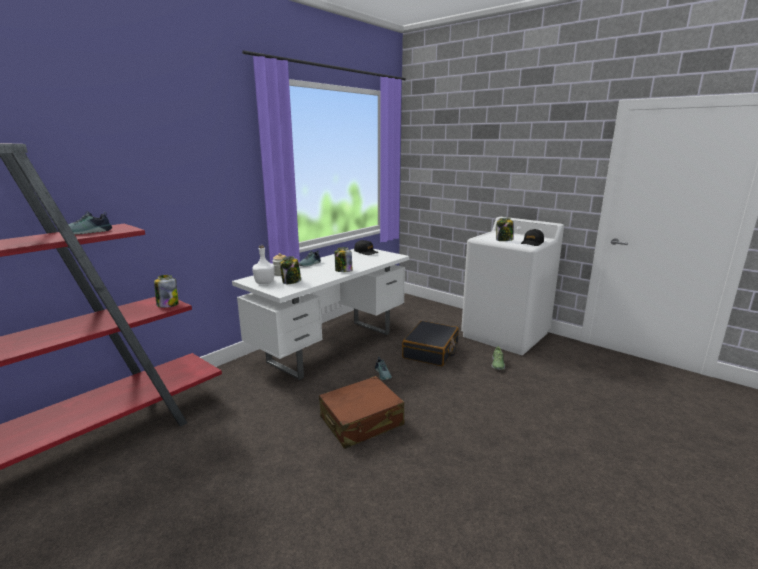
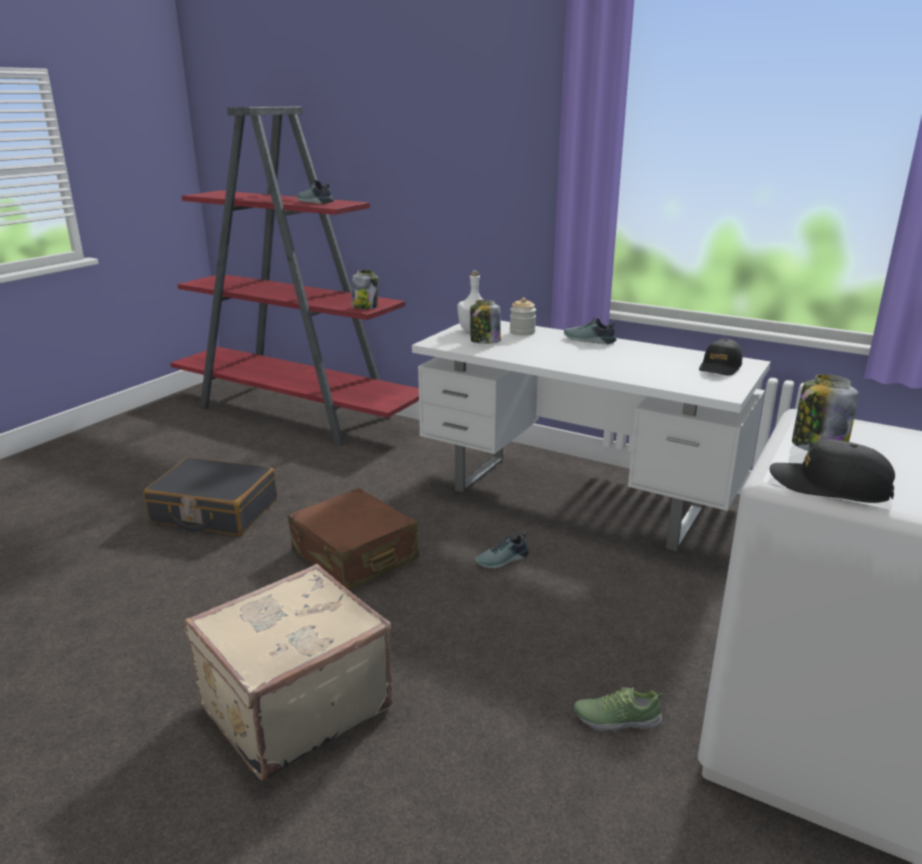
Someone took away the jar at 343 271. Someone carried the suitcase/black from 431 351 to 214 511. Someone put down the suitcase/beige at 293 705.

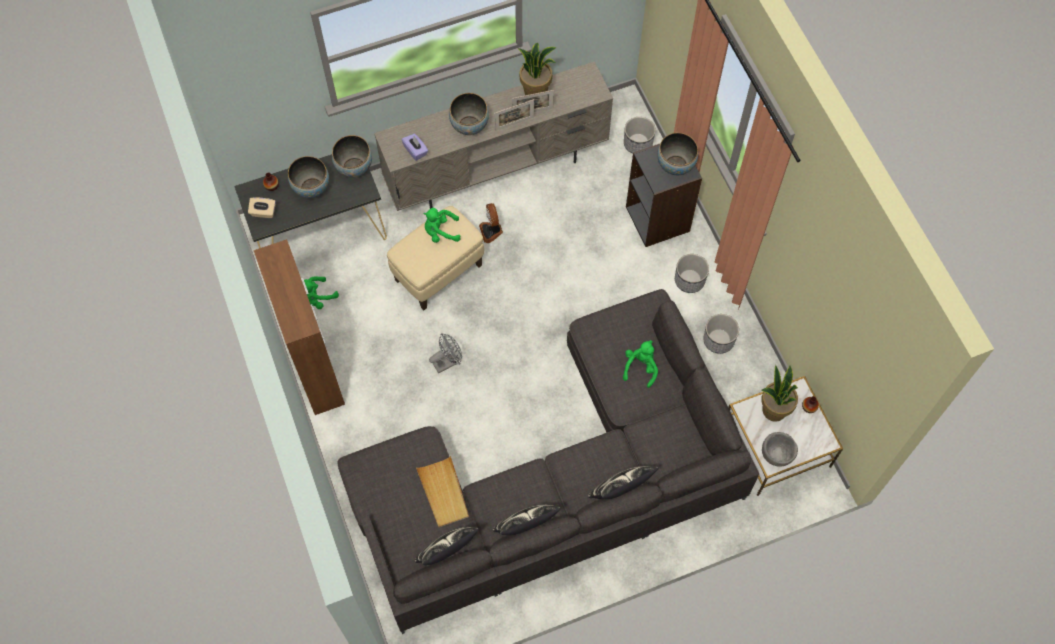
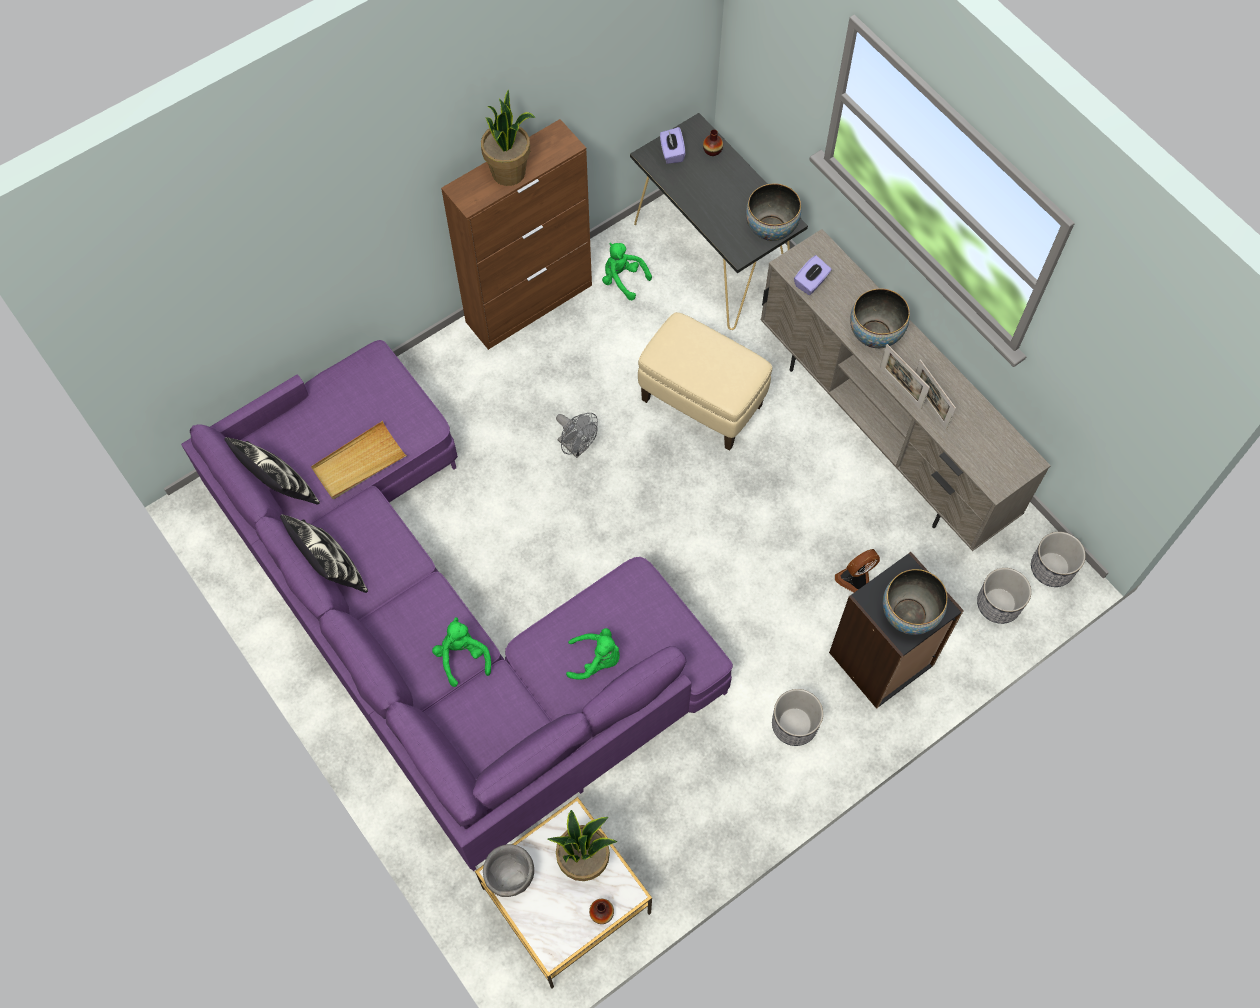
Someone repainted the tissue box/beige at 263 212, which became the tissue box/purple at 672 152. Someone took away the bowl at 312 188. Someone repainted the sofa/grey at 557 482, which became the sofa/purple at 442 619. Someone carried the plush toy/green from 440 232 to 462 657. Someone carried the fan from 491 231 to 855 580. Someone carried the potted plant from 536 91 to 509 172. Someone took away the pillow at 620 491. Someone carried the planter from 718 340 to 1051 568.

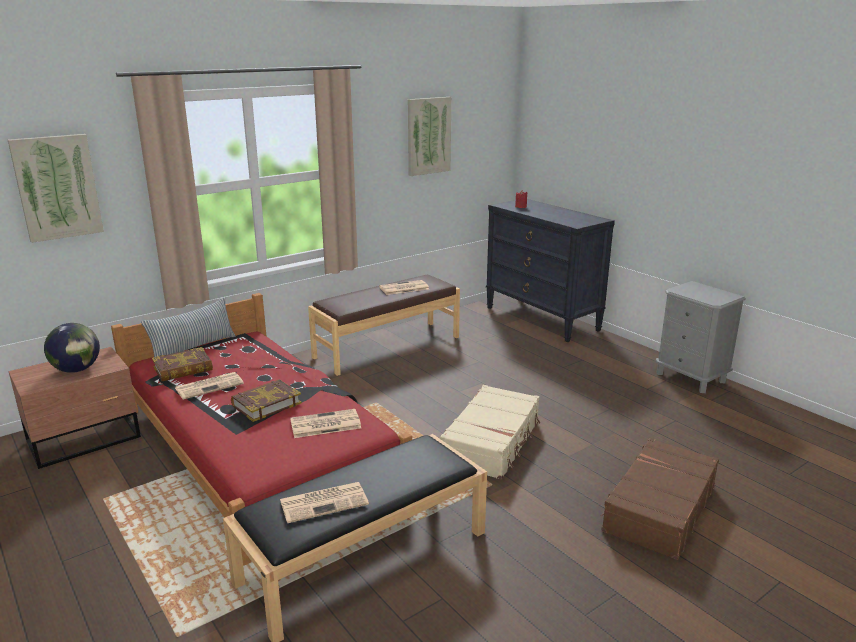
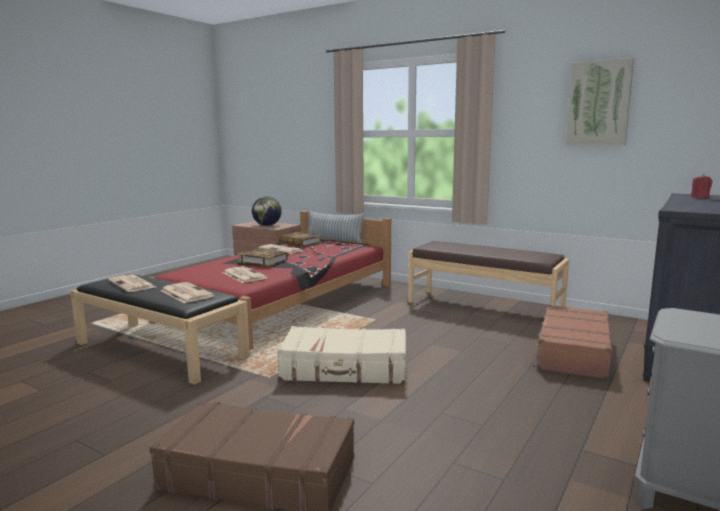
Someone took away the picture at 57 187. Someone carried the newspaper from 403 288 to 185 293. Someone put down the suitcase/brown at 572 352.

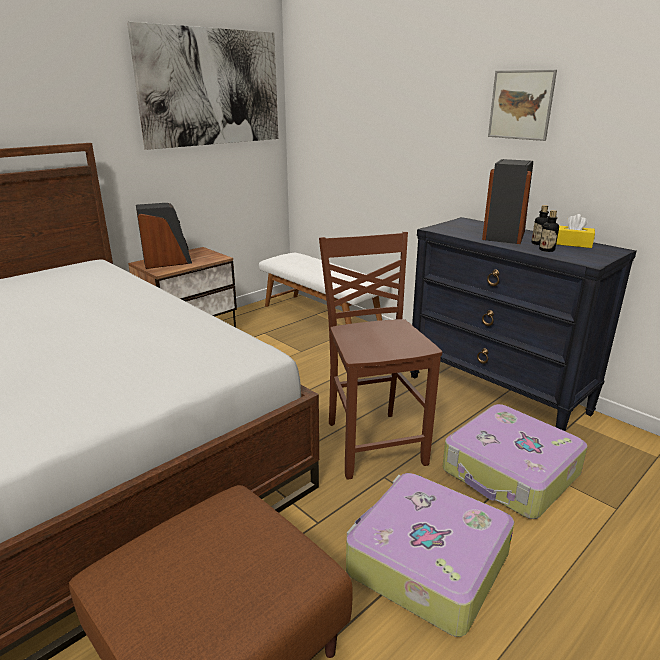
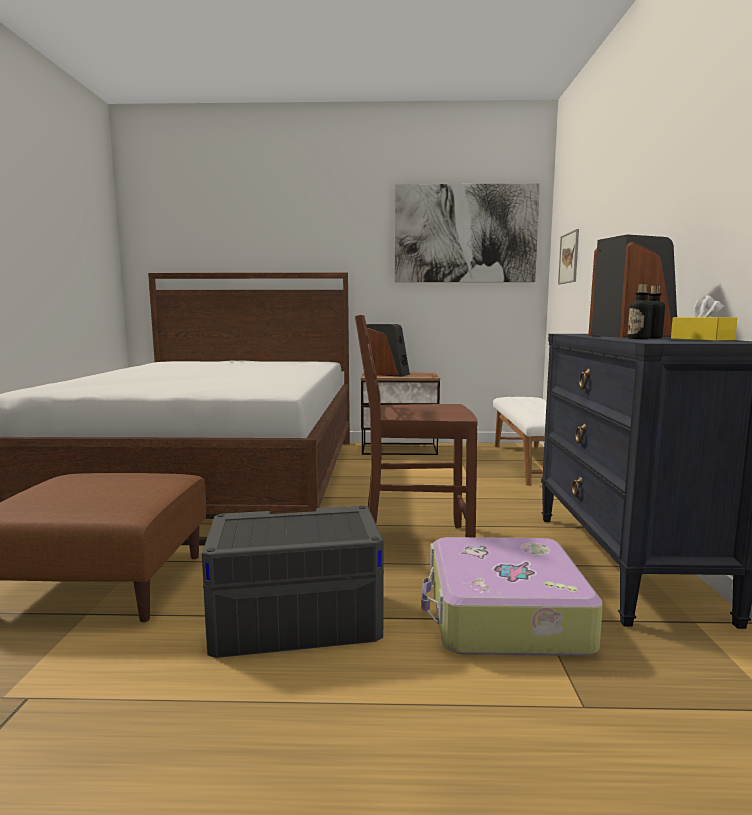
Someone rotated the chair/brown at 373 442 by 120 degrees counterclockwise. Someone swapped the suitcase at 425 562 for the storage box/grey at 296 620. Someone carried the picture from 521 105 to 569 258.

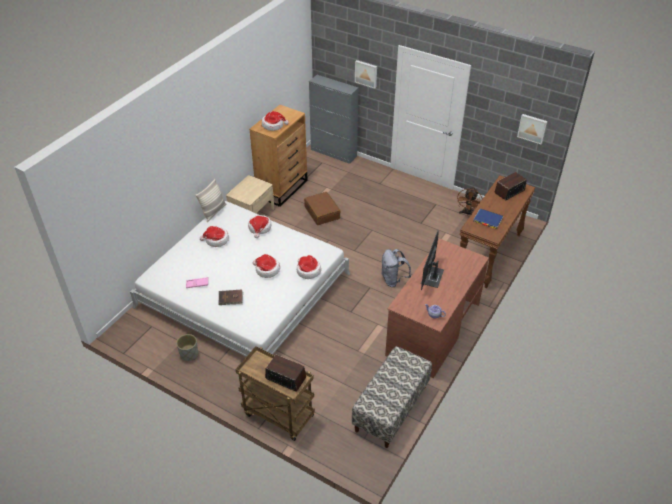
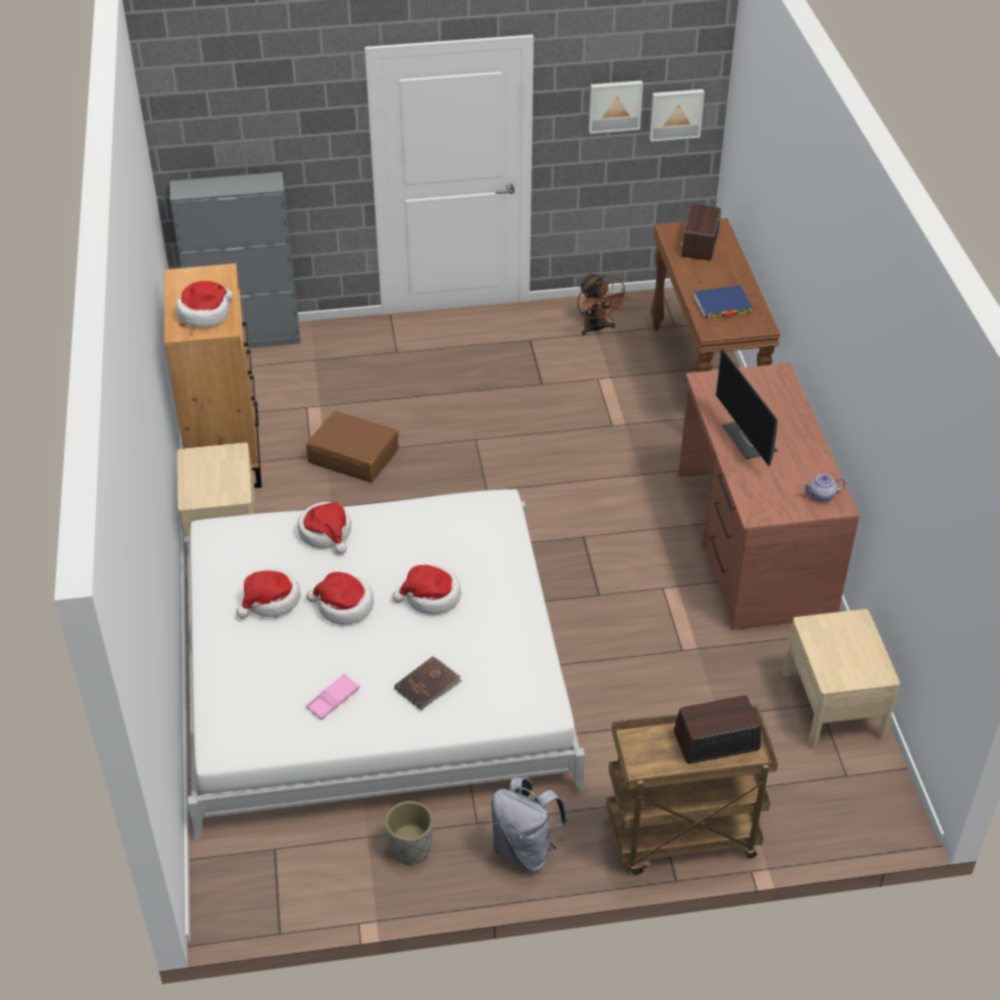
Someone took away the pillow at 213 212. Someone carried the hat from 308 271 to 344 606. Someone swapped the bench at 391 409 for the nightstand/beige at 833 704. Someone carried the picture from 366 73 to 614 105. Someone carried the backpack/grey from 393 280 to 525 849.

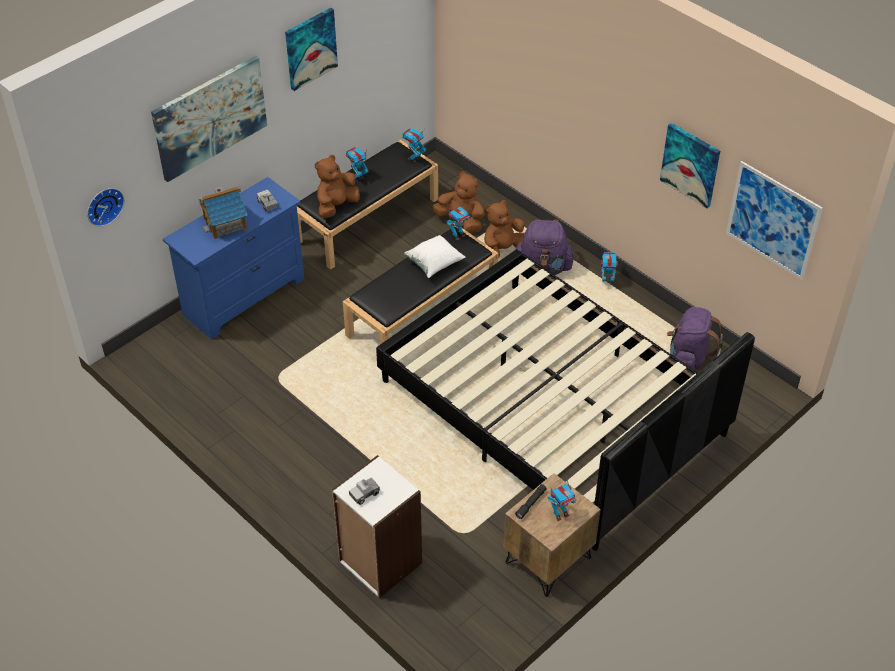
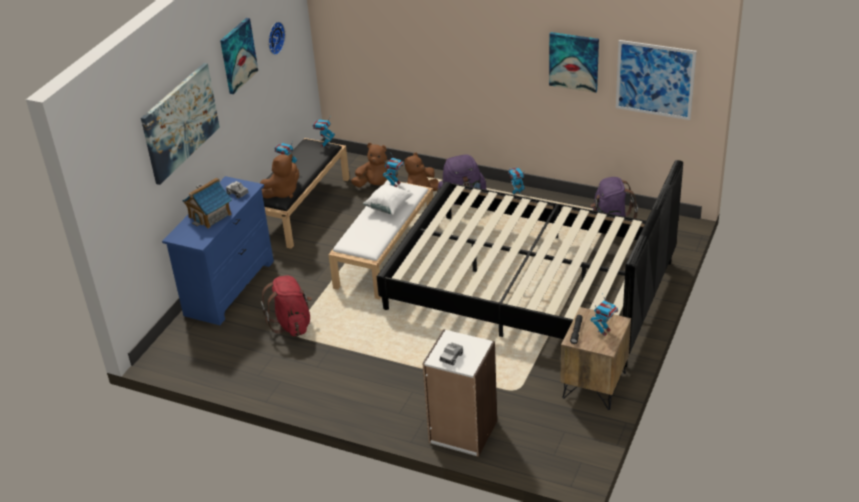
Someone carried the wall clock from 103 205 to 274 38. Someone rotated the plush toy/brown at 336 206 by 150 degrees counterclockwise. Someone repainted the bench/black at 422 312, which became the bench/white at 385 255. Someone put down the backpack/red at 292 324.

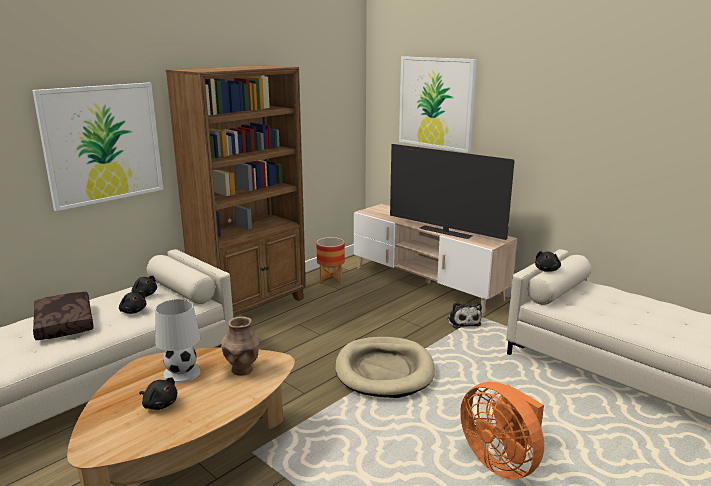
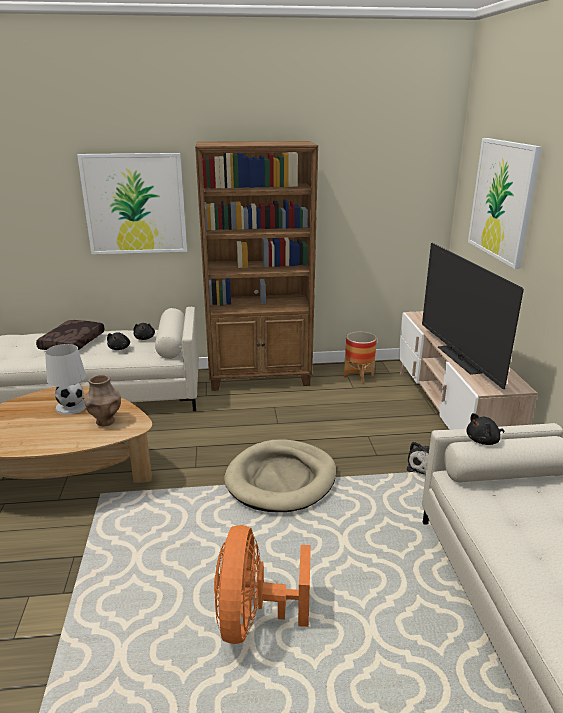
Someone took away the plush toy/black at 159 404.

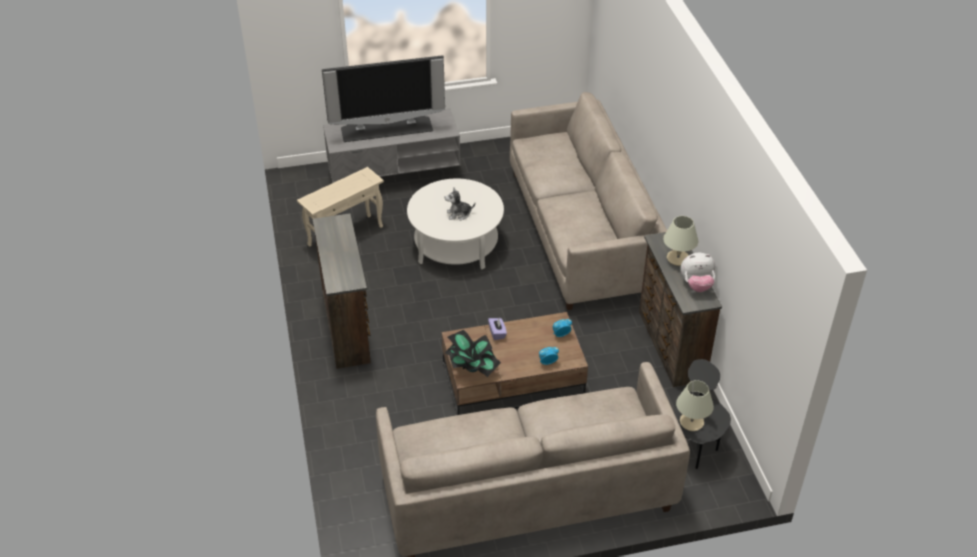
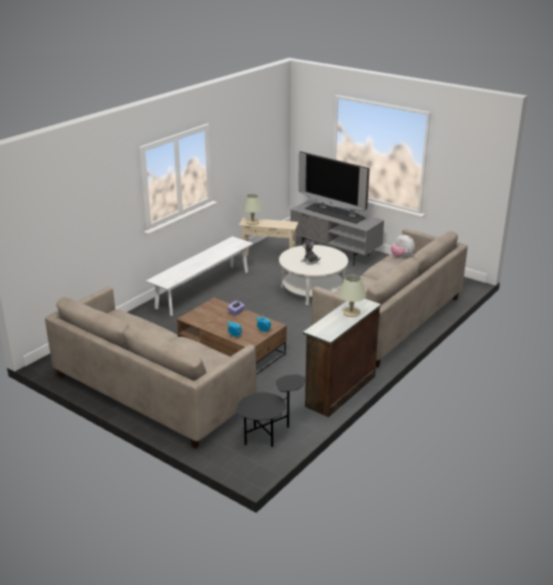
Someone swapped the dresser/brown at 347 327 for the bench/white at 203 289. Someone took away the potted plant at 472 368. Someone carried the table lamp/beige from 691 422 to 252 222. Someone carried the plush toy from 696 285 to 401 256.

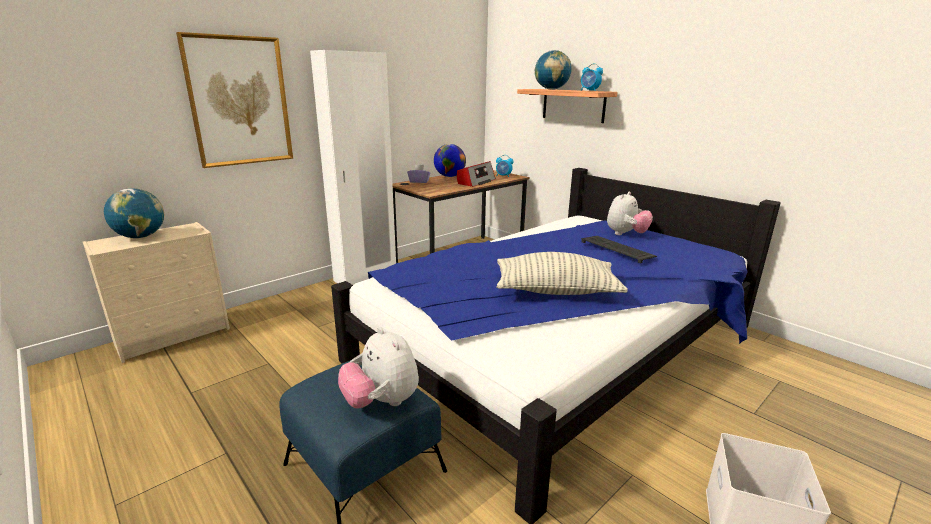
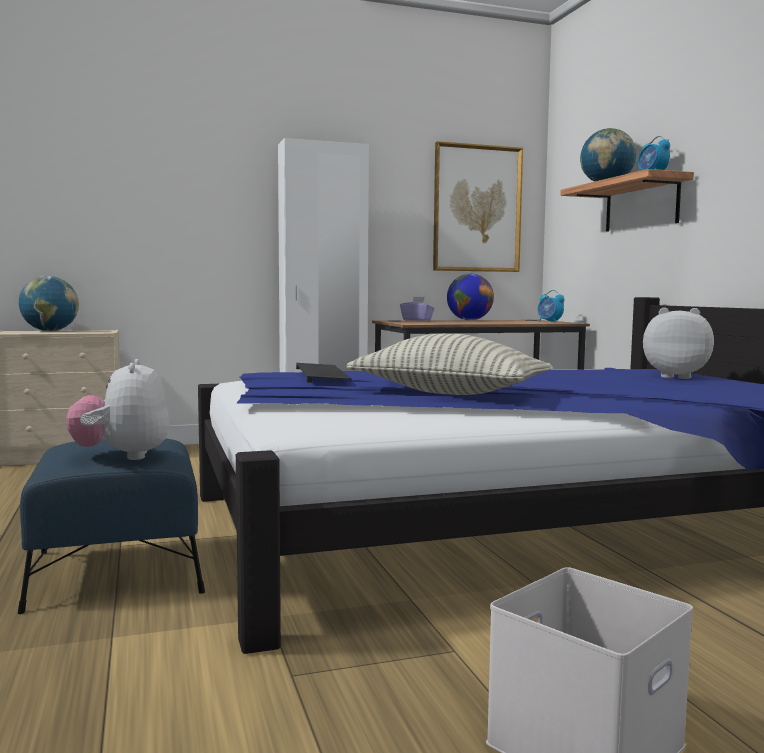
Someone carried the picture from 239 101 to 477 209. Someone took away the radio at 476 182. Someone carried the keyboard from 618 250 to 323 375. Someone rotated the plush toy at 626 234 by 135 degrees counterclockwise.

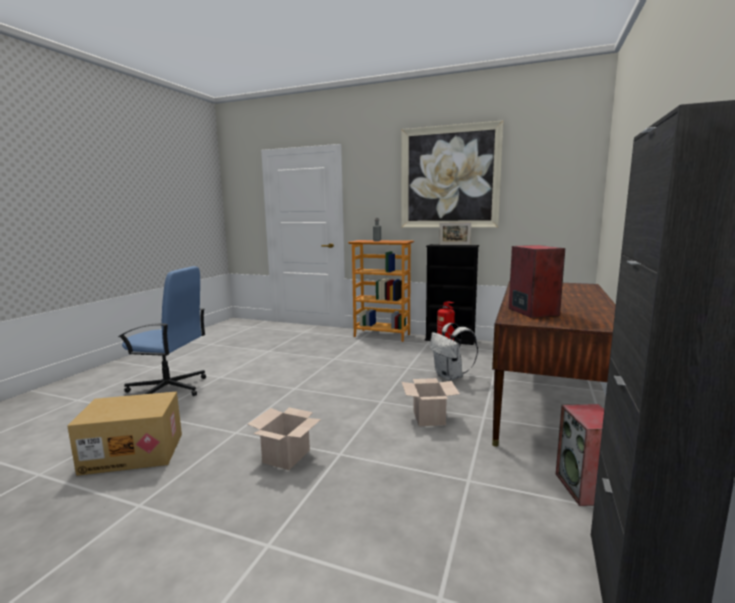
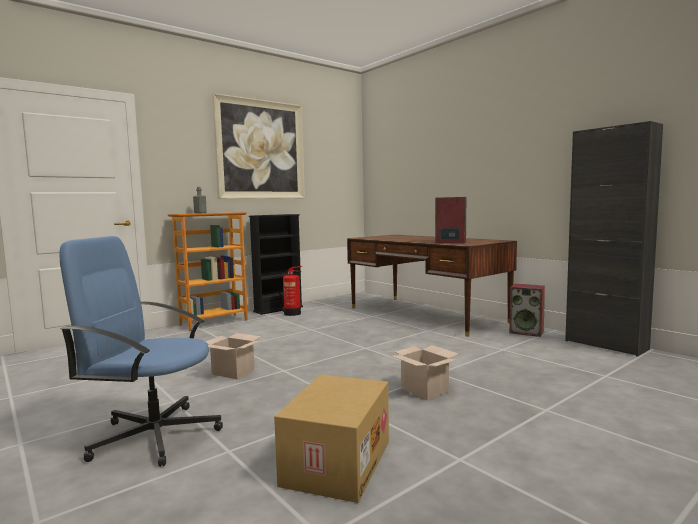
Someone rotated the office chair/blue at 168 389 by 120 degrees counterclockwise. Someone carried the cardboard box from 429 418 to 234 372. Someone took away the backpack/white at 450 376. Someone took away the picture frame at 454 244.

